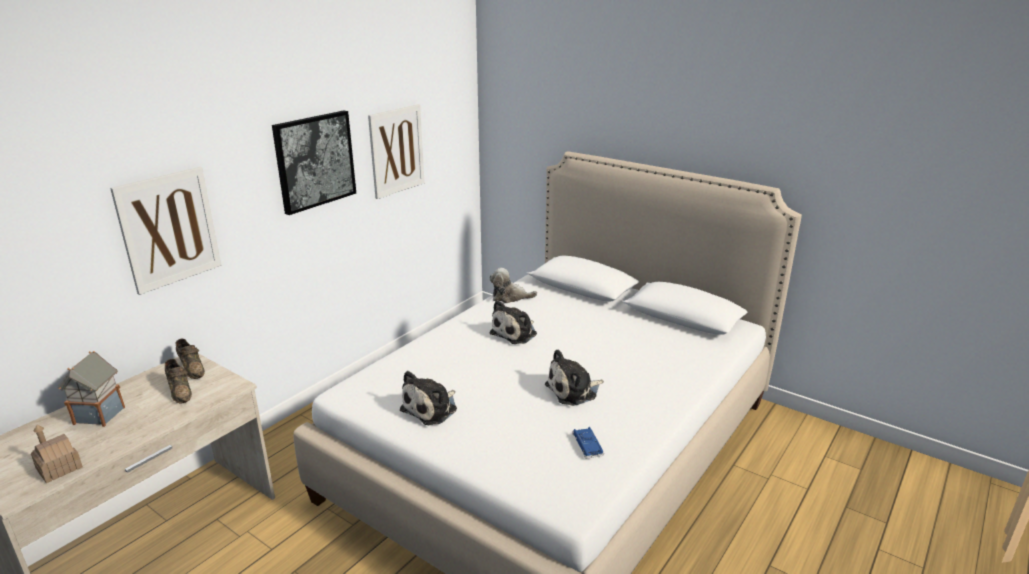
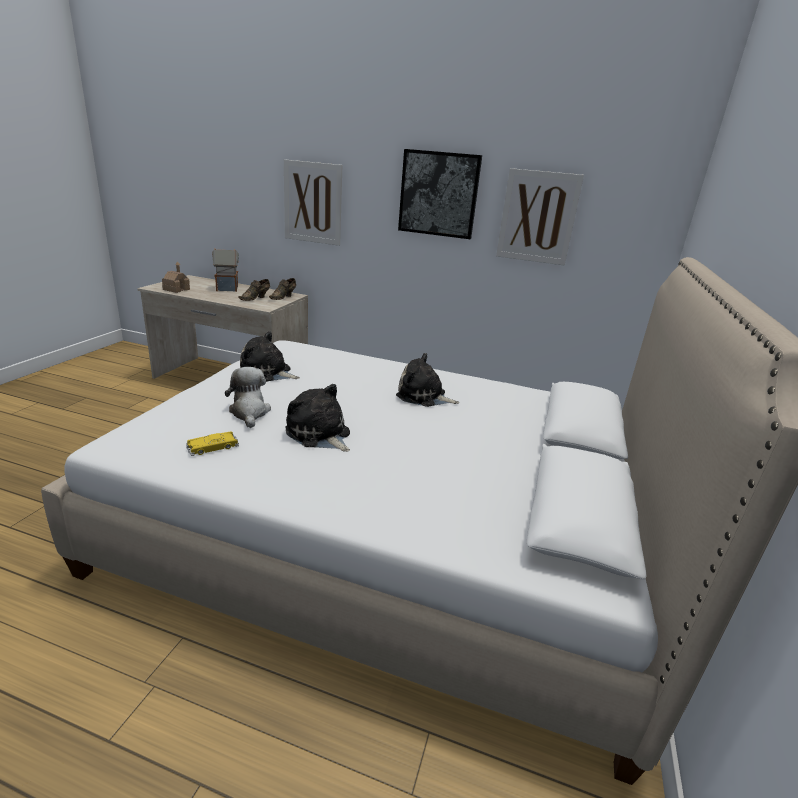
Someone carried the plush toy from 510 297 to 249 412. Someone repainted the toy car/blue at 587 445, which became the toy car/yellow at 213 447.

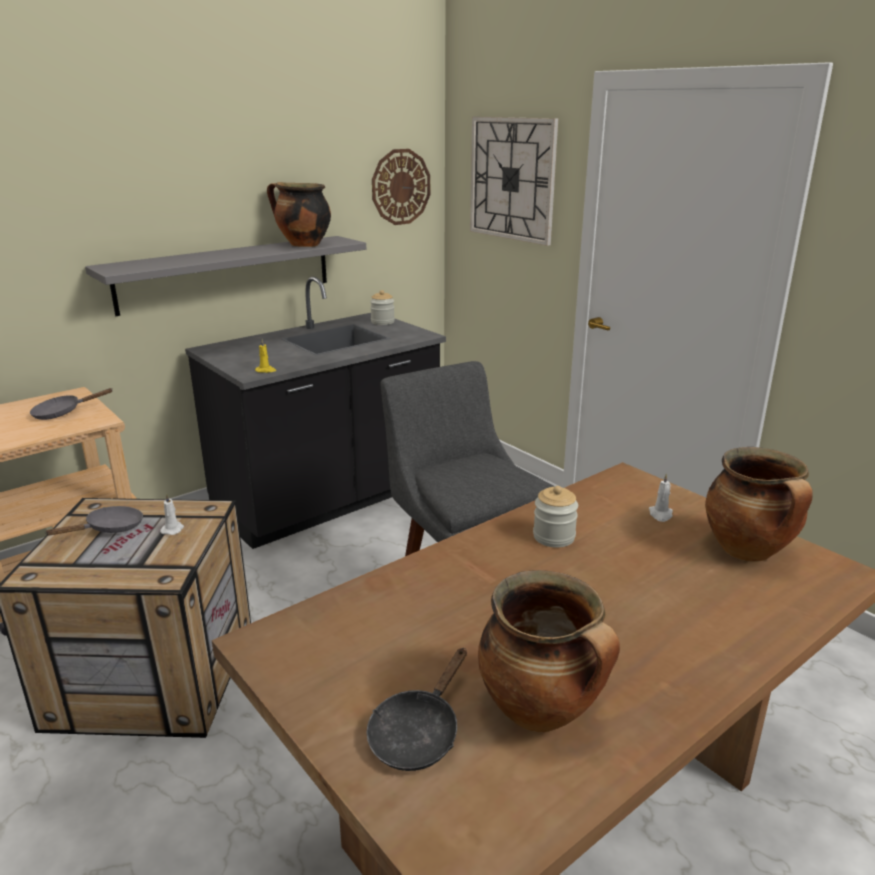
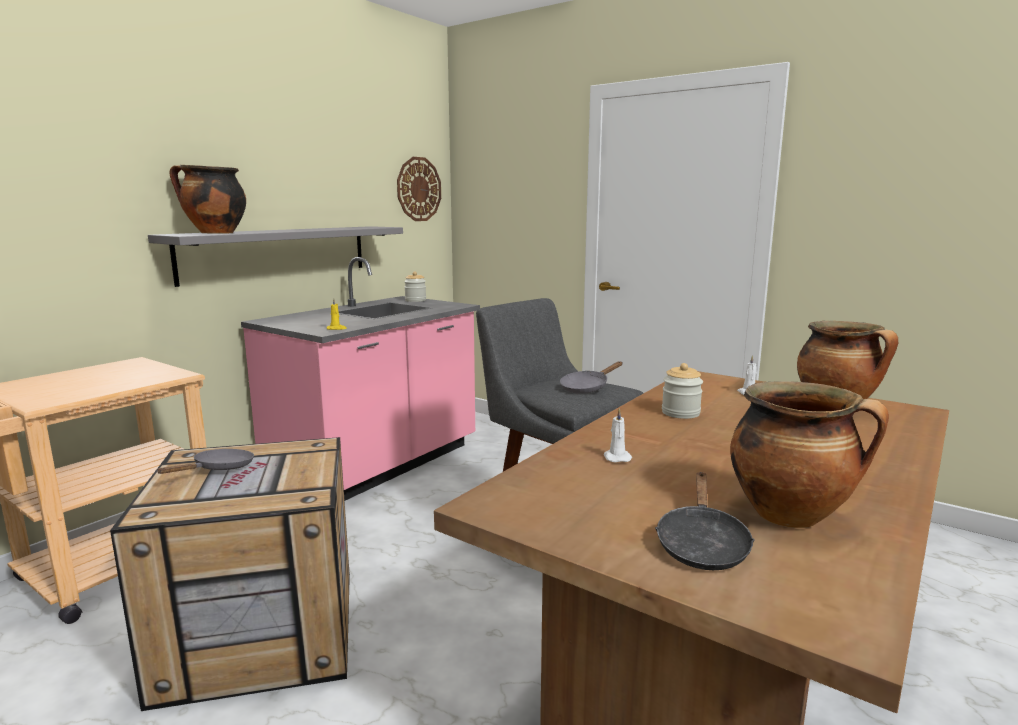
Someone carried the frying pan/grey from 62 413 to 587 388. Someone carried the candle/white from 173 529 to 616 457. Someone repainted the counter/black at 329 500, which became the counter/pink at 377 466. Someone carried the cooking pot from 303 245 to 214 233. Someone took away the wall clock at 512 179.

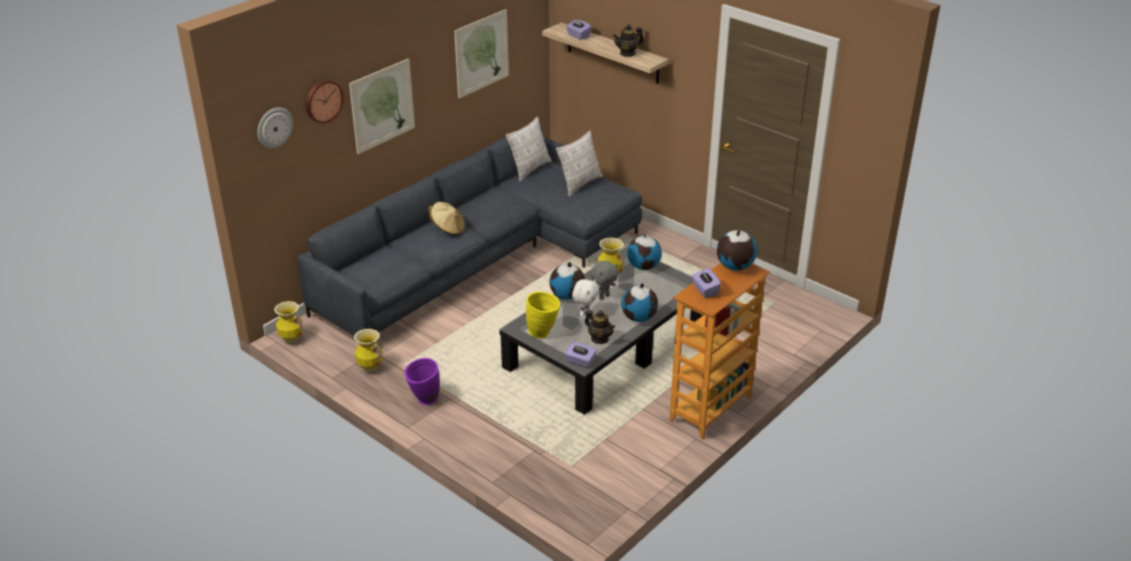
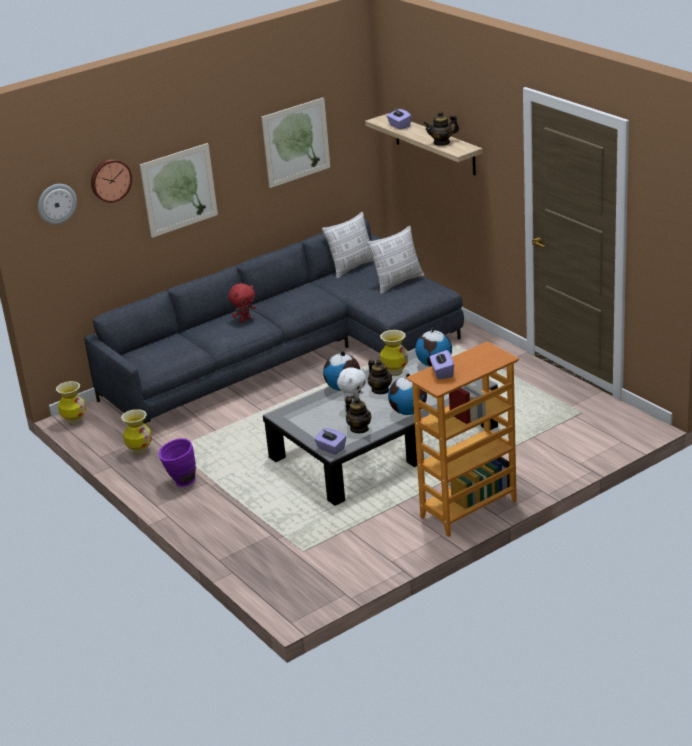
Someone swapped the hat/beige at 448 229 for the plush toy/red at 245 319. Someone took away the vase/yellow at 543 333. Someone swapped the plush toy/grey at 603 296 for the teapot at 380 390. Someone took away the globe at 734 267.

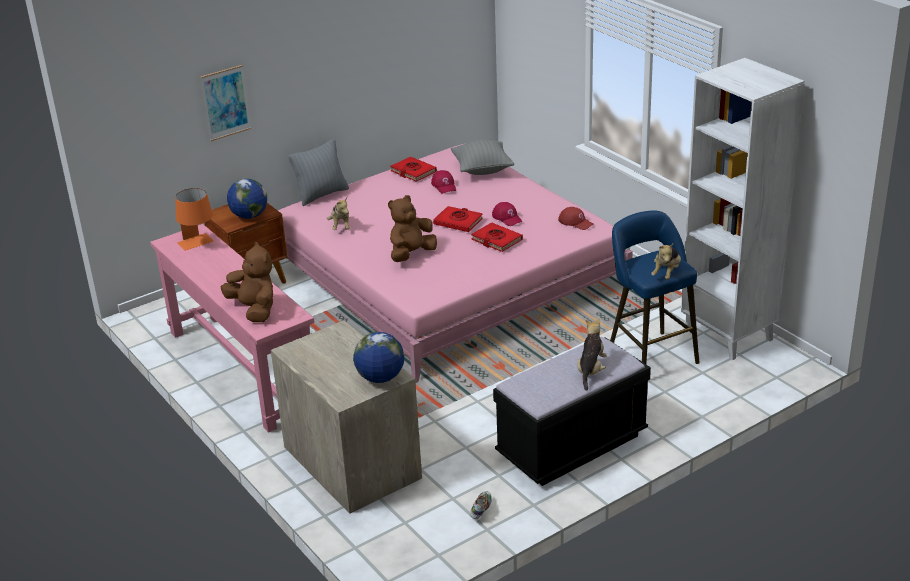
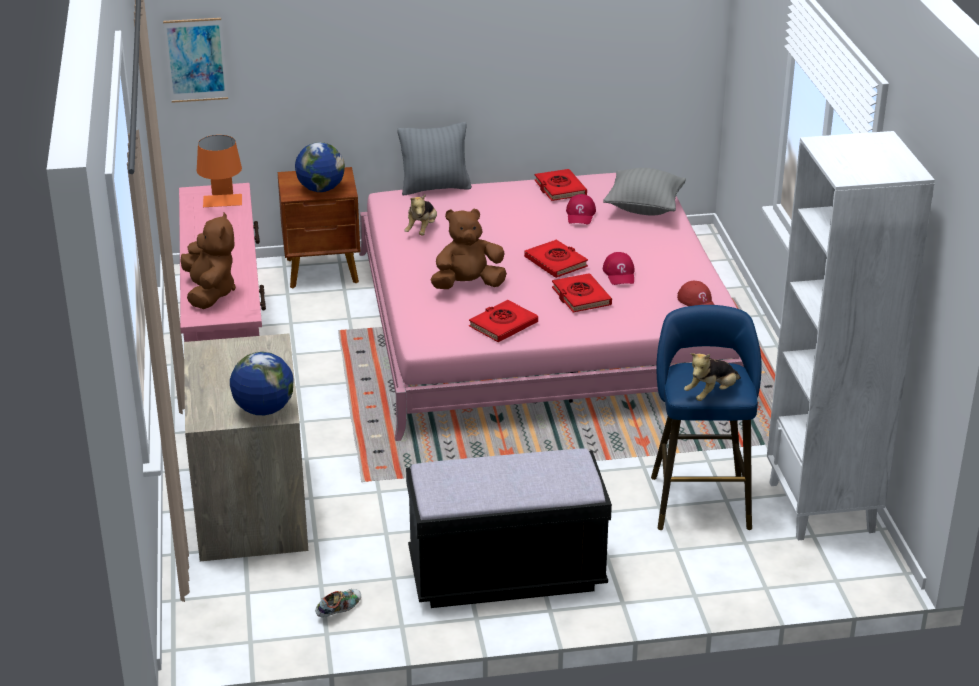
Someone carried the picture from 225 103 to 196 60. Someone took away the plush toy at 591 370. Someone put down the book/red at 503 325.

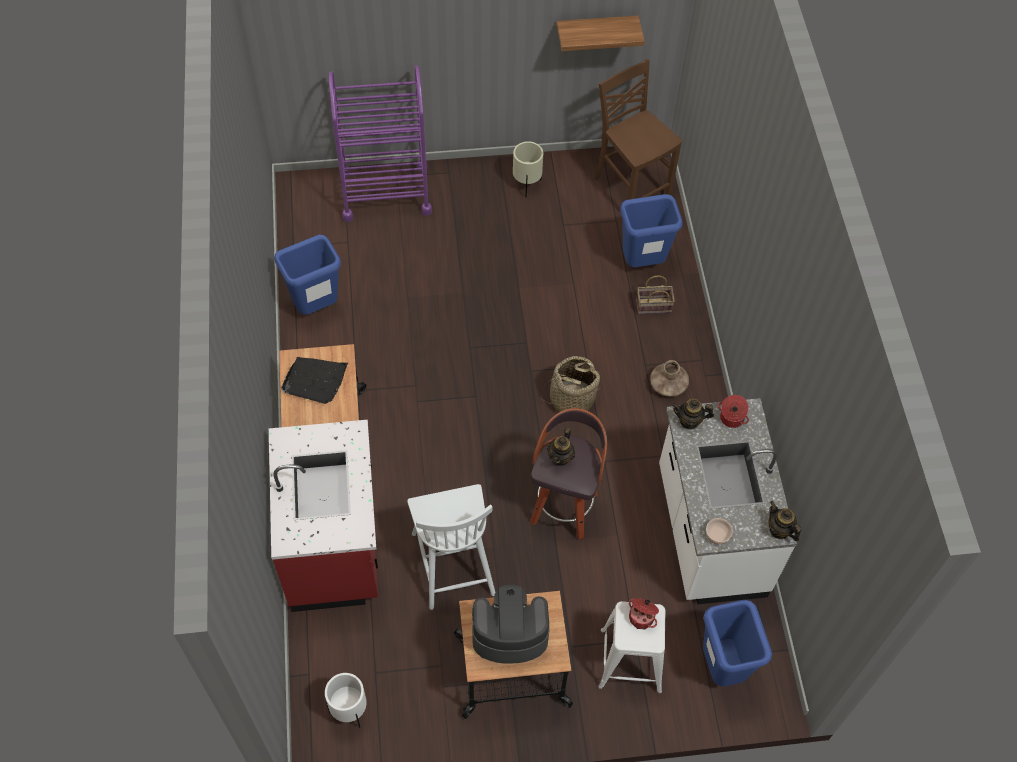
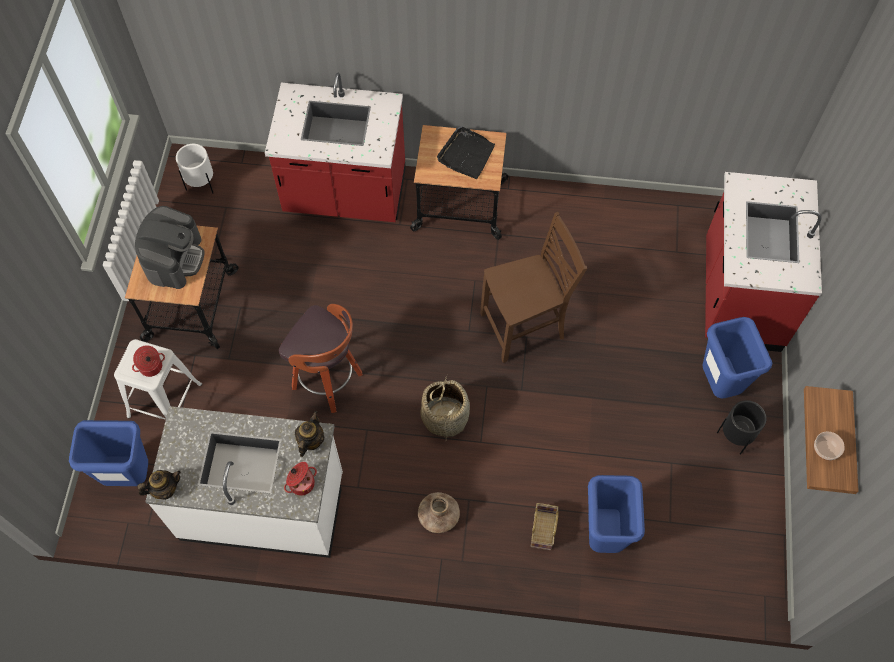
Someone carried the trash can/blue from 316 307 to 719 383. Someone swapped the cart/purple at 385 192 for the counter/red at 739 295. Someone took away the chair/white at 453 561. Someone repainted the planter/beige at 526 185, which became the planter/black at 734 437. Someone took away the teapot at 560 457. Someone carried the chair/brown from 630 187 to 524 327. Someone carried the bowl from 717 535 to 825 450.

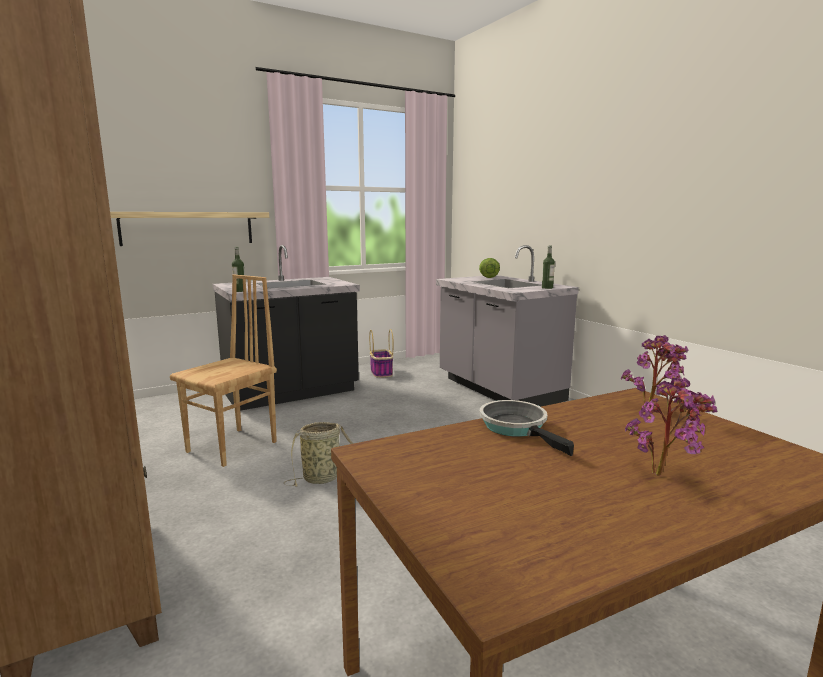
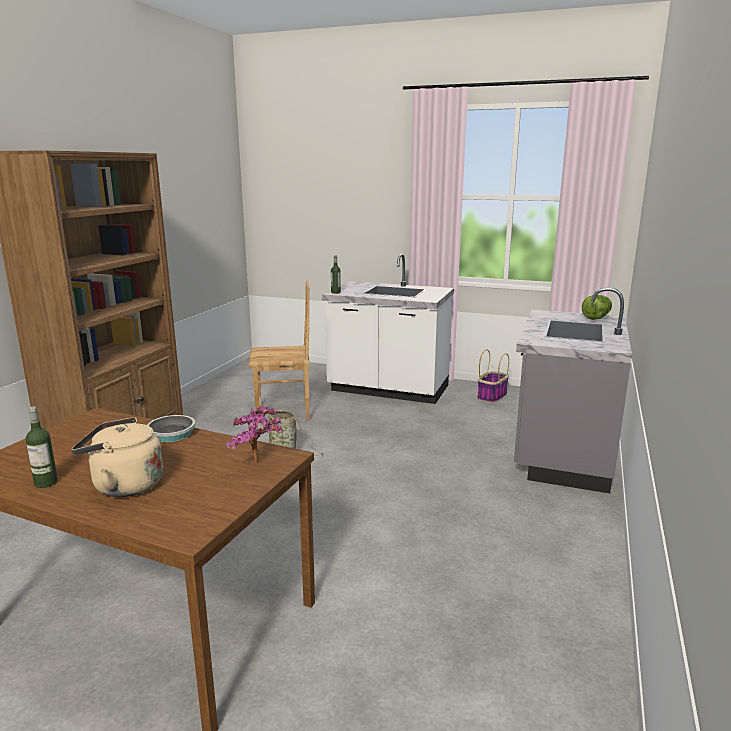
Someone took away the shelf at 188 228. Someone repainted the counter/black at 291 393, which became the counter/white at 388 390. Someone carried the bottle from 547 288 to 46 482. Someone swapped the potted plant at 665 476 for the kettle/beige at 124 485.

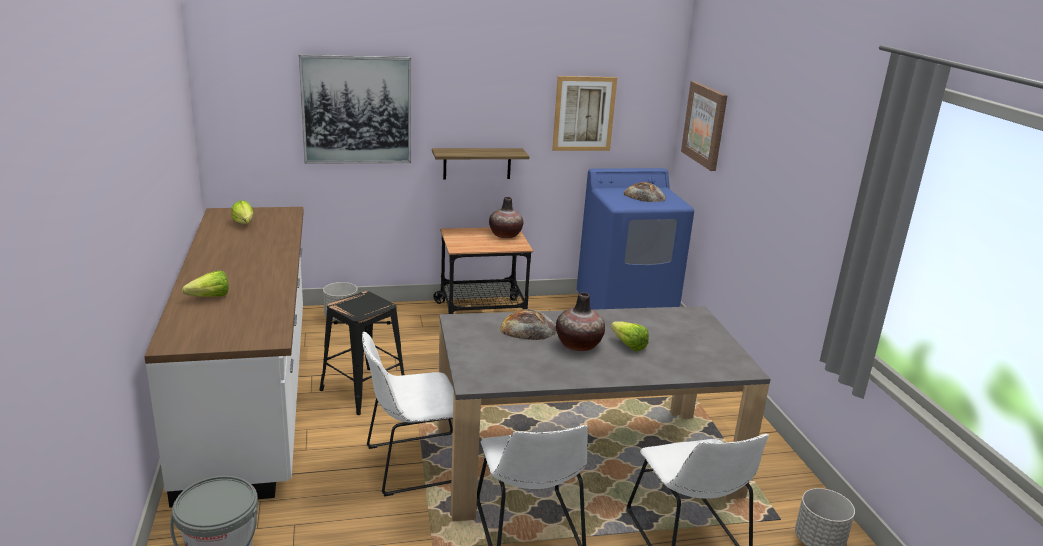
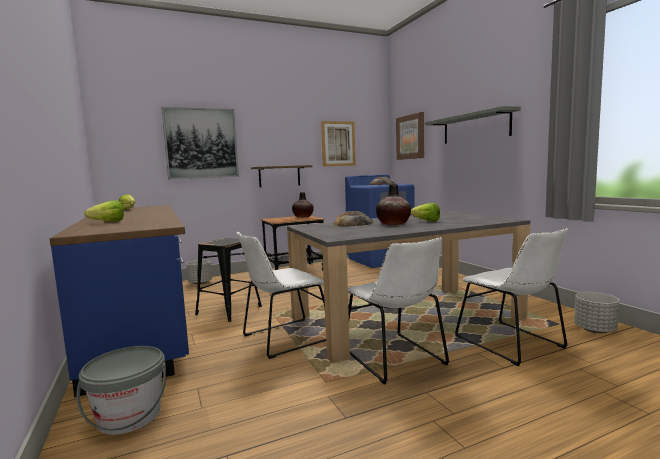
Someone repainted the counter/white at 252 393, which became the counter/blue at 142 323. Someone put up the shelf/grey at 475 127.

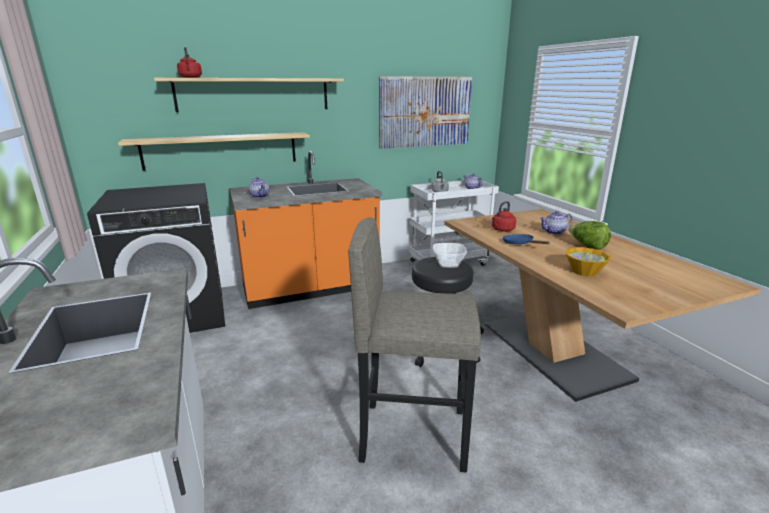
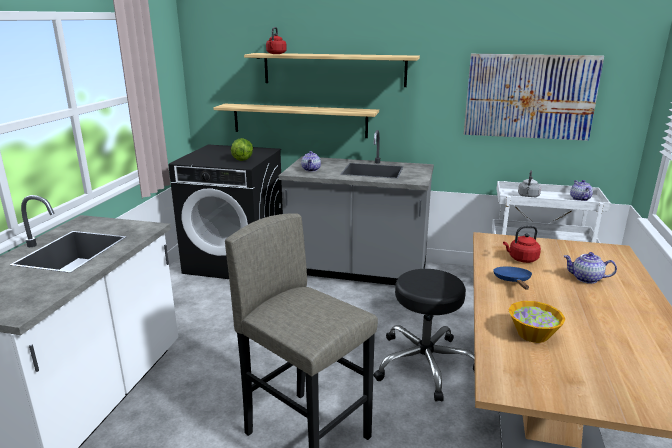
Someone repainted the counter/orange at 311 289, which became the counter/grey at 357 271. Someone took away the bowl at 448 264. Someone carried the lettuce from 587 247 to 243 159.

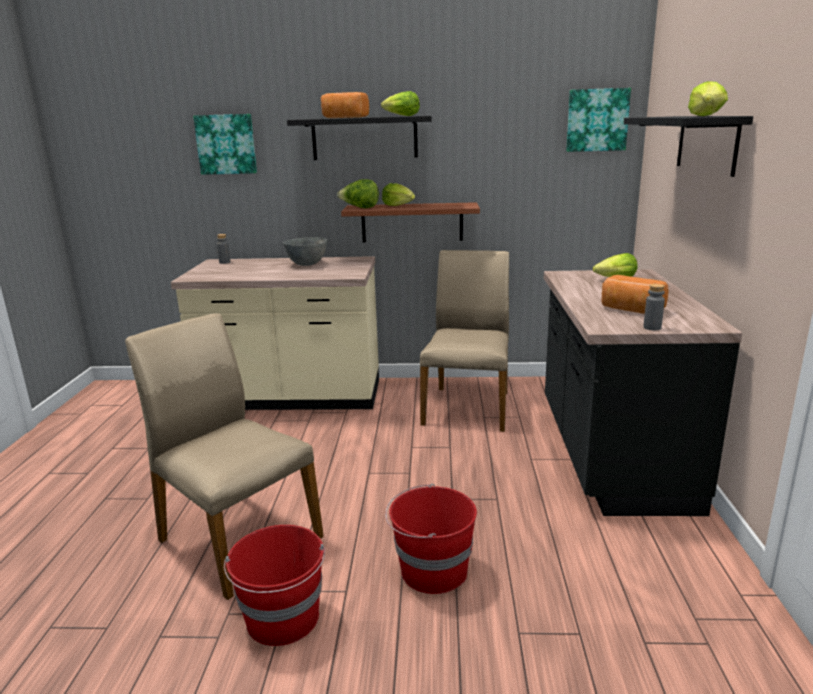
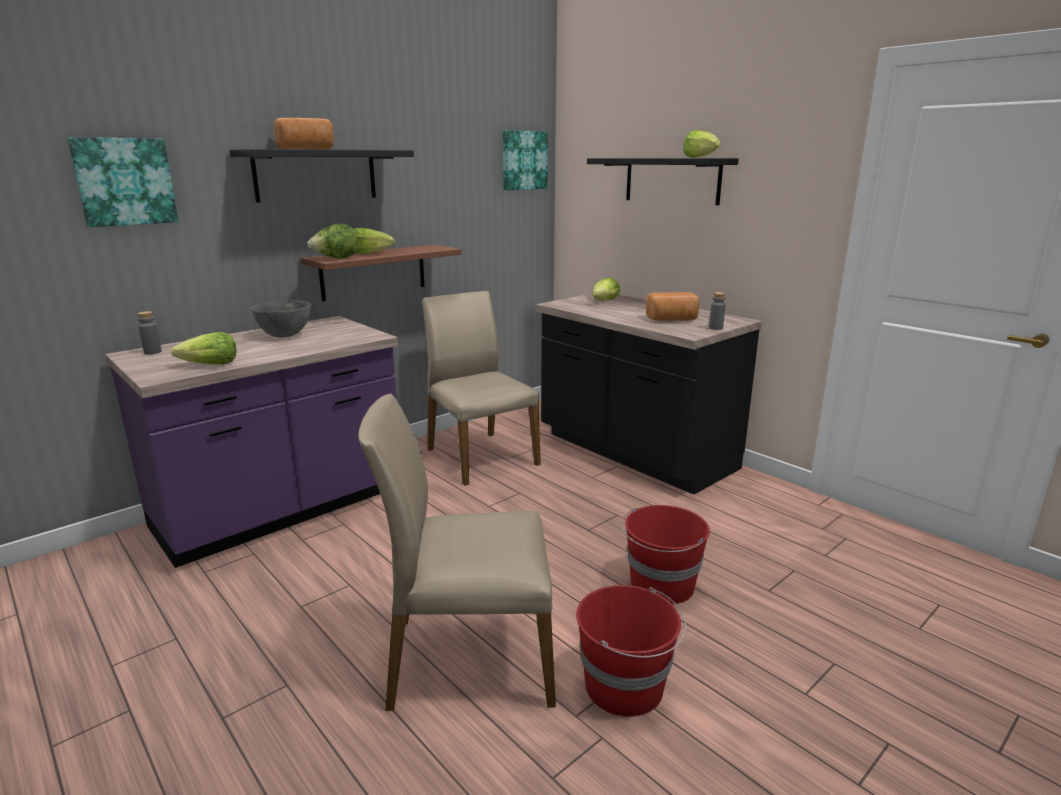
Someone repainted the counter/beige at 292 398, which became the counter/purple at 282 510. Someone carried the lettuce from 401 116 to 210 365.

